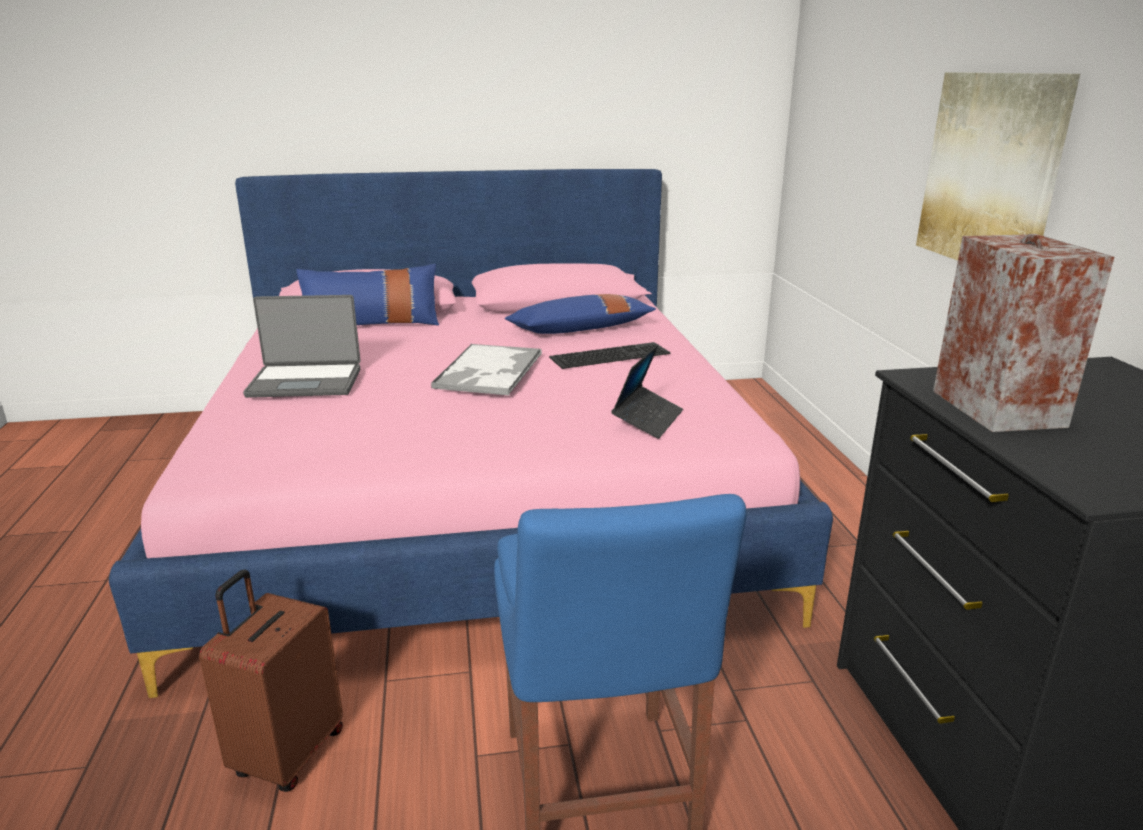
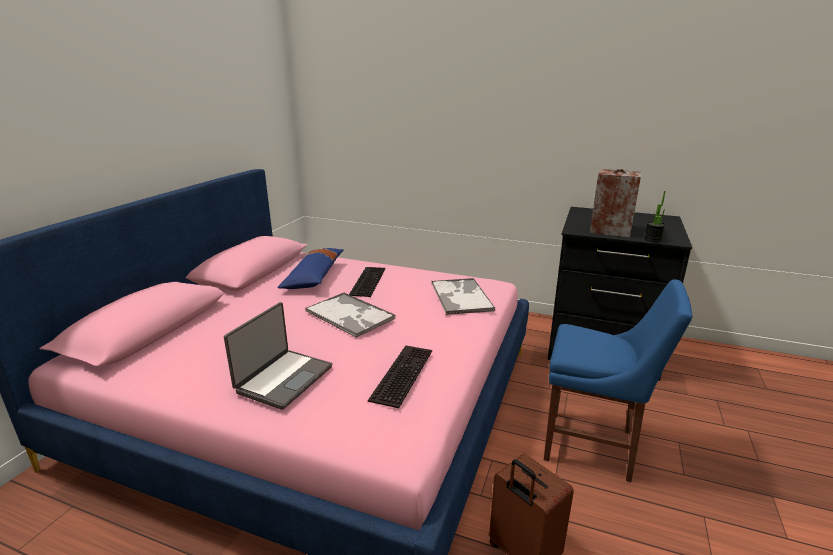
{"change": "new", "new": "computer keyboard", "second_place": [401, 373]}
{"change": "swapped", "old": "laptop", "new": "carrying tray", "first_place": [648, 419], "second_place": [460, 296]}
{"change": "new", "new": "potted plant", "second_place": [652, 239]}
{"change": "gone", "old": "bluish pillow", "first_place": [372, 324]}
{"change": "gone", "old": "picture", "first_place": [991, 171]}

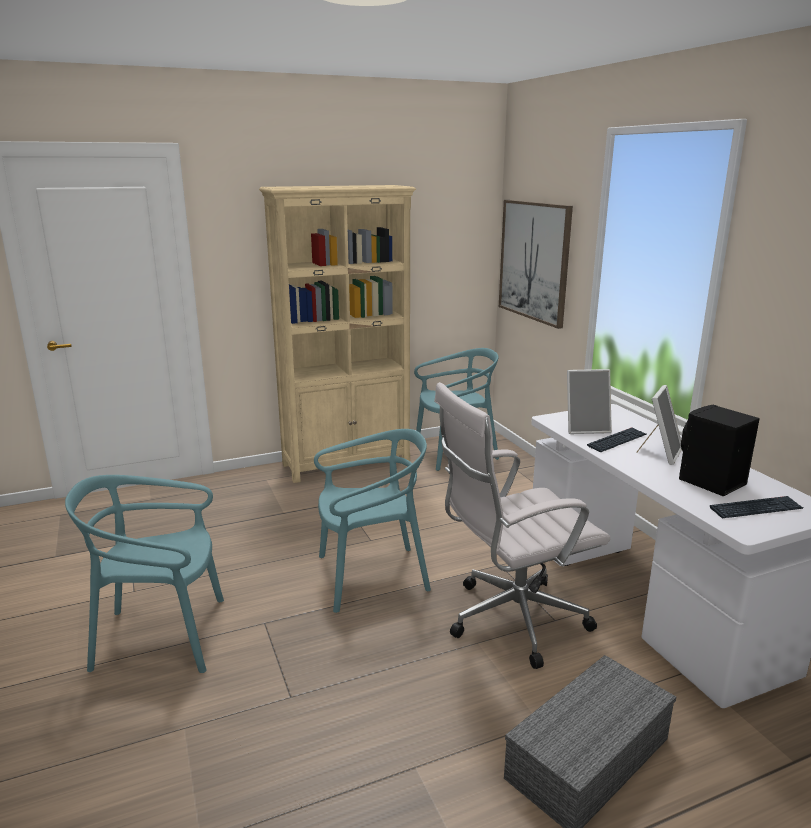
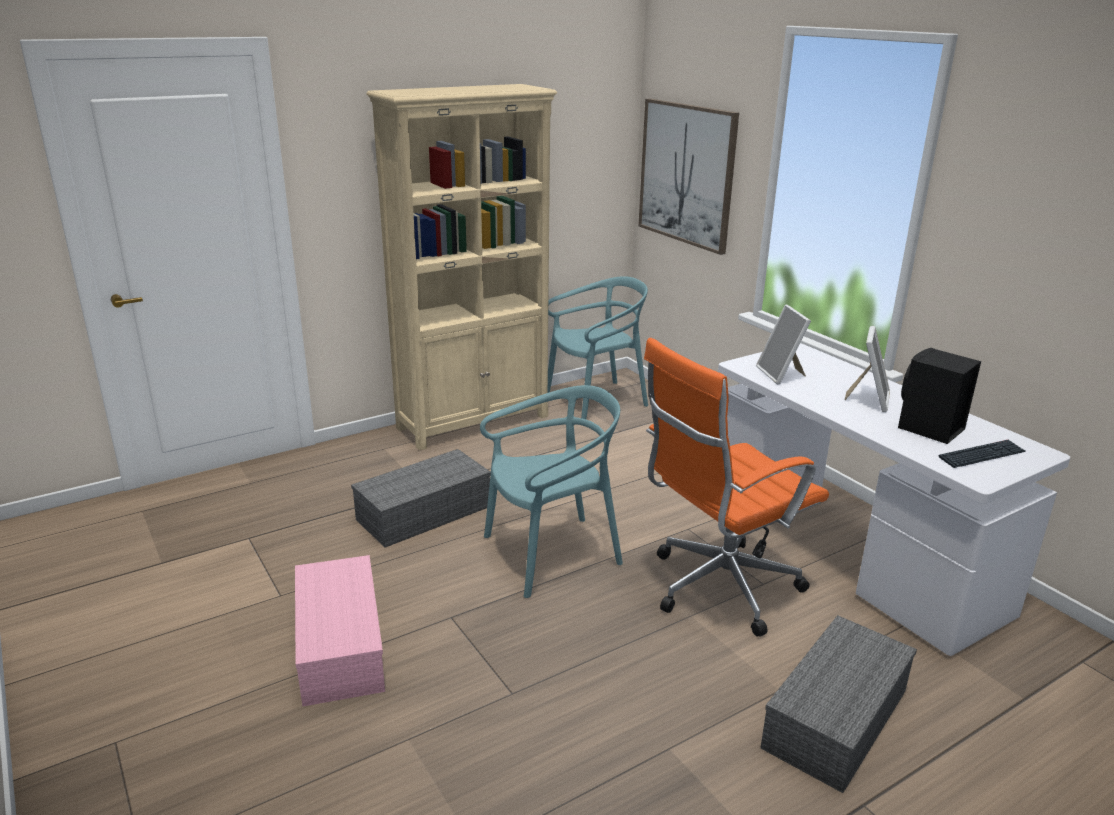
{"change": "swapped", "old": "turquoise upright chair", "new": "pinkish storage container", "first_place": [161, 637], "second_place": [338, 644]}
{"change": "new", "new": "greyish storage container", "second_place": [425, 512]}
{"change": "repainted", "old": "whitish computer chair", "new": "orangey computer chair", "first_place": [510, 620], "second_place": [718, 588]}
{"change": "rotated", "old": "picture frame", "first_place": [585, 428], "second_place": [781, 374], "degrees": 90}
{"change": "gone", "old": "computer keyboard", "first_place": [617, 441]}

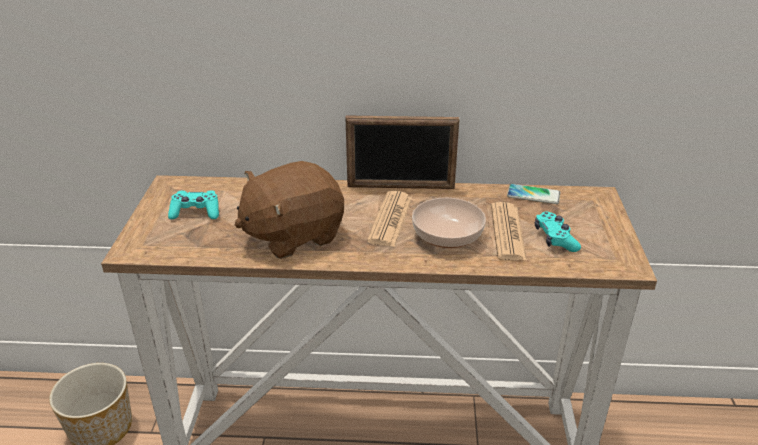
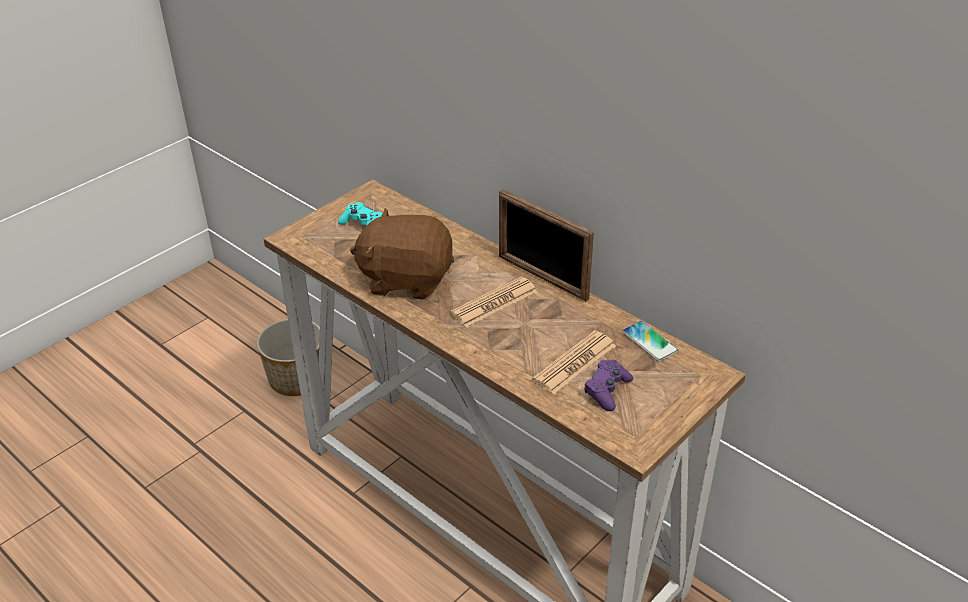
{"change": "repainted", "old": "turquoise gamepad", "new": "purplish gamepad", "first_place": [555, 239], "second_place": [607, 390]}
{"change": "gone", "old": "serving bowl", "first_place": [446, 235]}

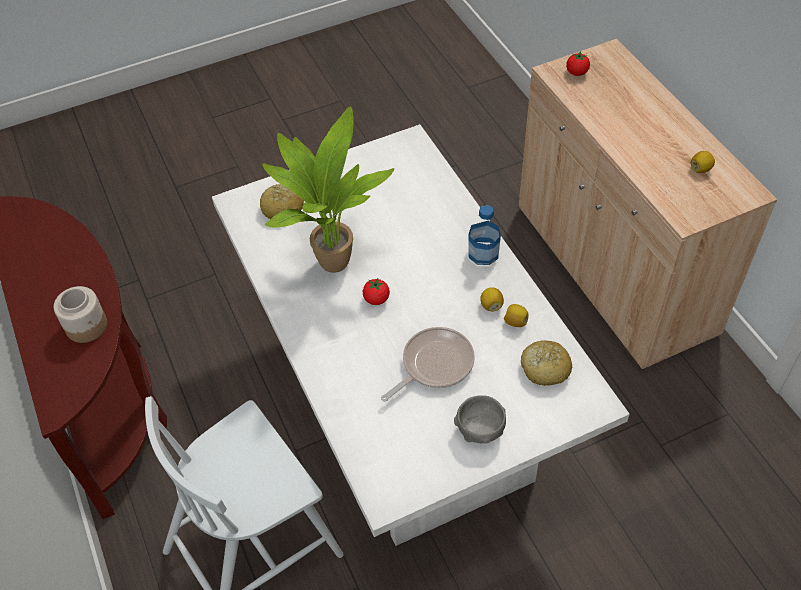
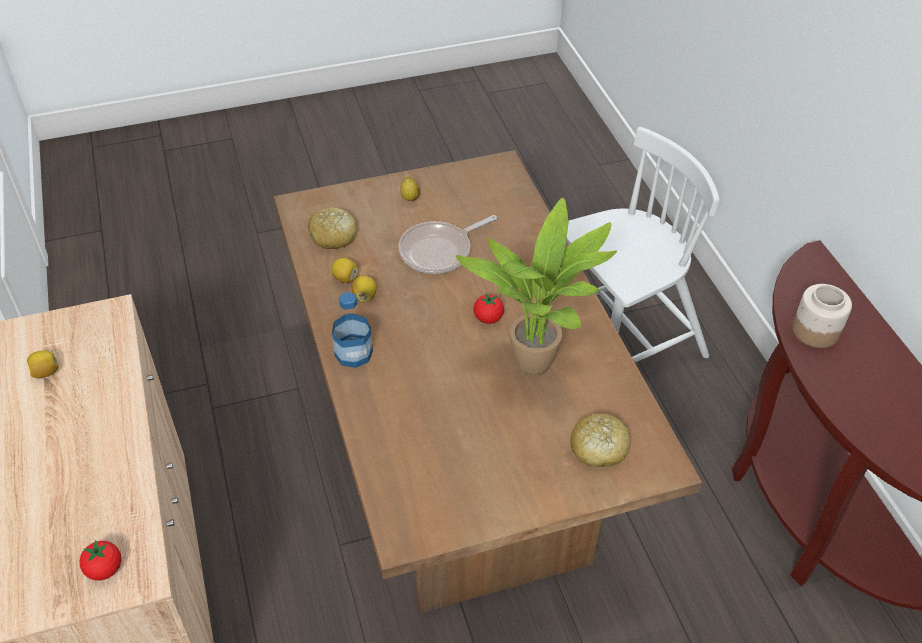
{"change": "repainted", "old": "whitish dining table", "new": "brown-coloured dining table", "first_place": [404, 403], "second_place": [461, 459]}
{"change": "swapped", "old": "greyish serving bowl", "new": "lemon", "first_place": [480, 430], "second_place": [410, 198]}

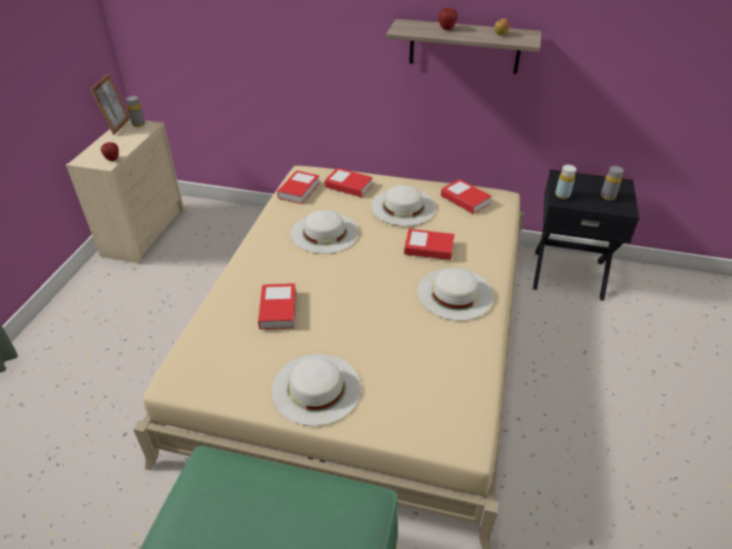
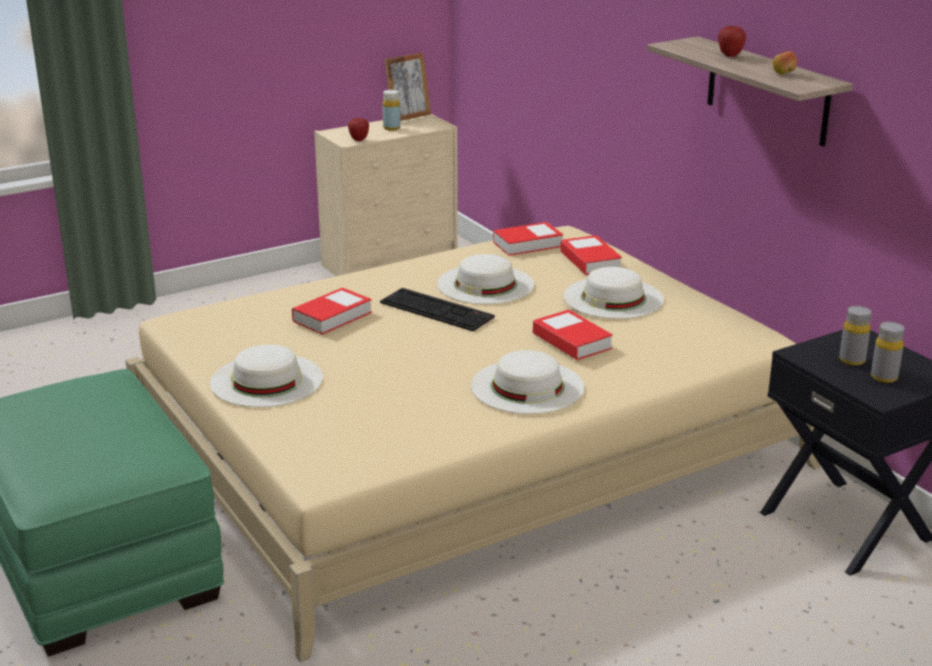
{"change": "new", "new": "computer keyboard", "second_place": [438, 310]}
{"change": "shifted", "old": "yellow-coloured bottle", "first_place": [562, 195], "second_place": [391, 128]}
{"change": "shifted", "old": "greyish bottle", "first_place": [139, 124], "second_place": [852, 360]}
{"change": "gone", "old": "bound book", "first_place": [465, 200]}

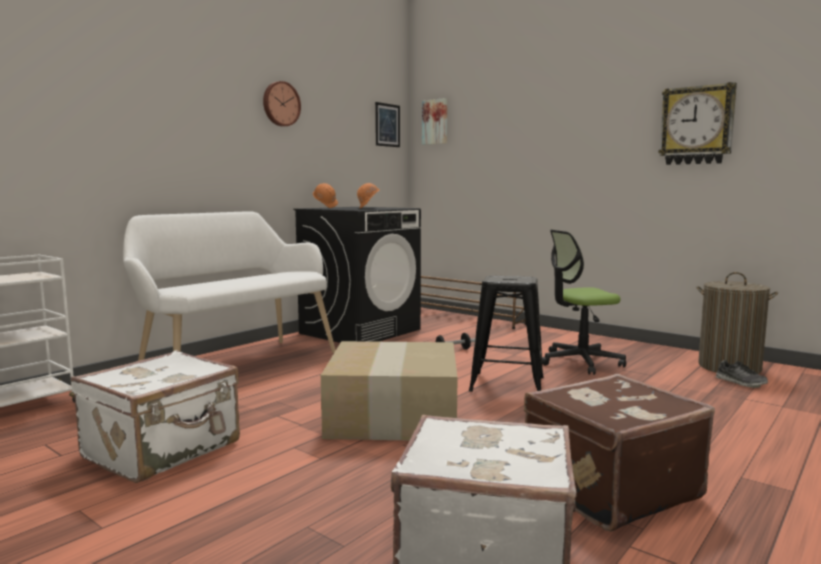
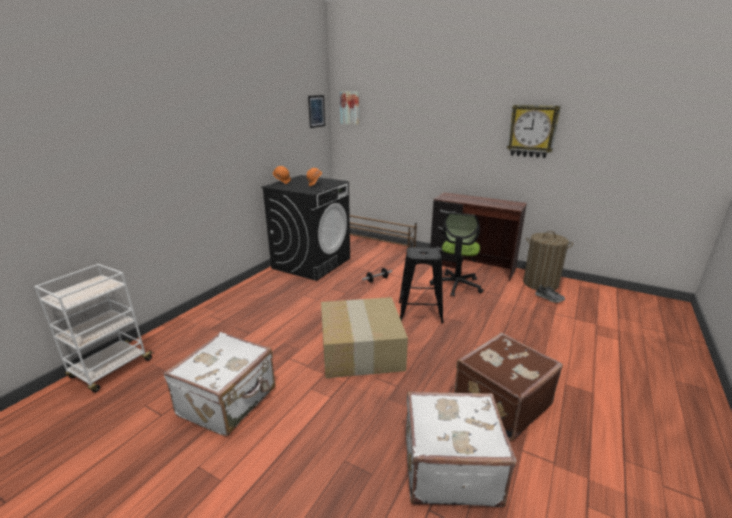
{"change": "new", "new": "brown-coloured desk", "second_place": [471, 266]}
{"change": "rotated", "old": "computer chair", "first_place": [580, 362], "second_place": [456, 285], "degrees": -45}
{"change": "gone", "old": "whitish indoor bench", "first_place": [234, 364]}
{"change": "gone", "old": "clock on the wall", "first_place": [280, 104]}

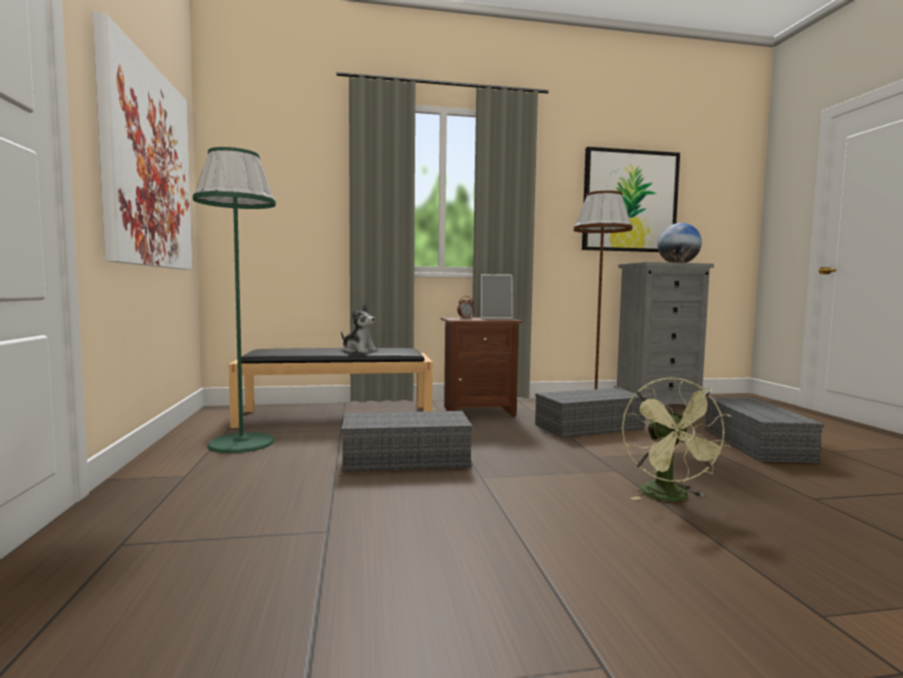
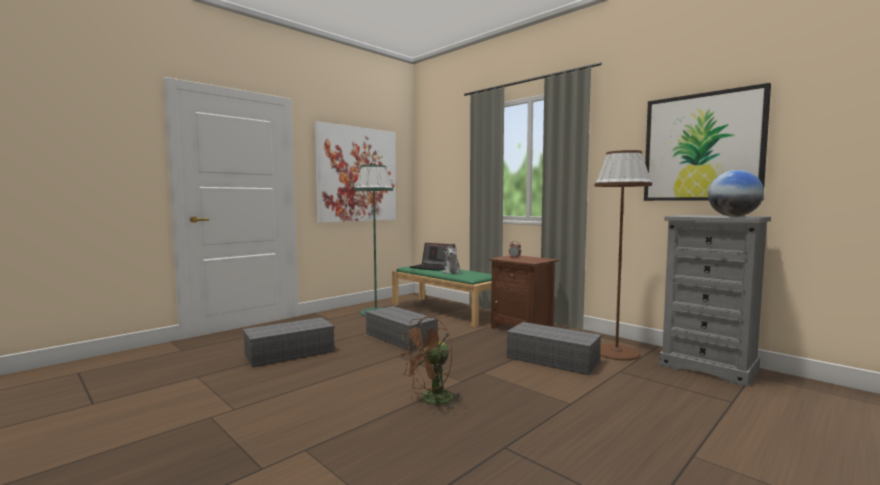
{"change": "shifted", "old": "greyish storage container", "first_place": [753, 444], "second_place": [291, 352]}
{"change": "repainted", "old": "blackish indoor bench", "new": "greenish indoor bench", "first_place": [337, 415], "second_place": [446, 311]}
{"change": "repainted", "old": "greenish cooling fan", "new": "brown-coloured cooling fan", "first_place": [670, 498], "second_place": [432, 401]}
{"change": "new", "new": "laptop", "second_place": [432, 267]}
{"change": "gone", "old": "picture frame", "first_place": [496, 318]}

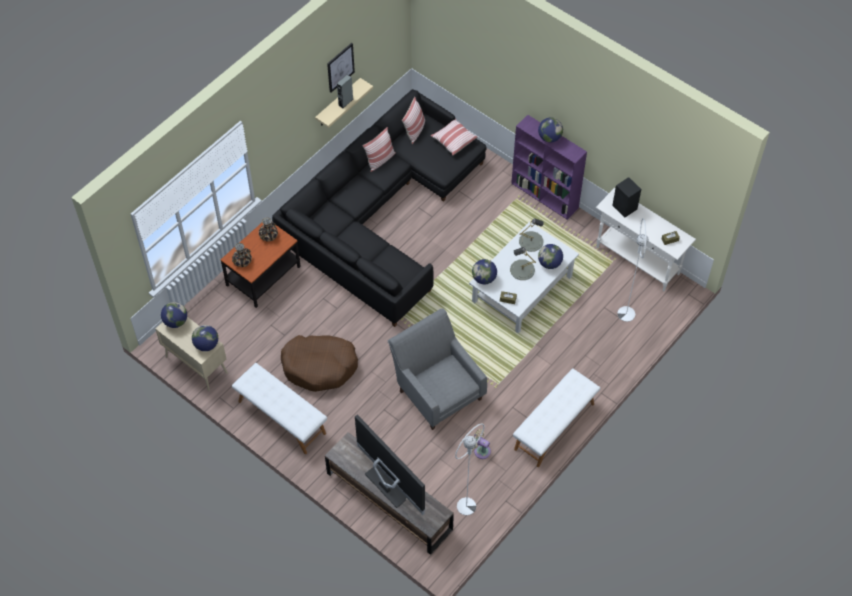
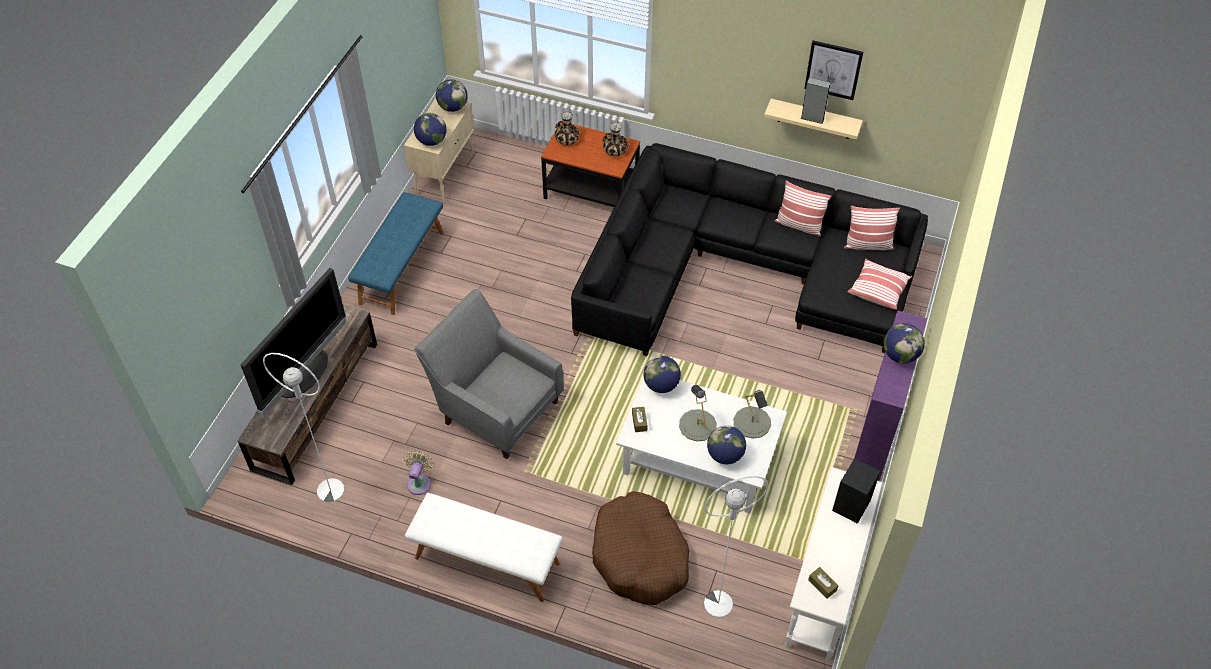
{"change": "repainted", "old": "whitish indoor bench", "new": "bluish indoor bench", "first_place": [281, 417], "second_place": [401, 267]}
{"change": "rotated", "old": "greyish armchair", "first_place": [437, 390], "second_place": [495, 408], "degrees": -90}
{"change": "shifted", "old": "brown-coloured dog cushion", "first_place": [319, 366], "second_place": [640, 556]}

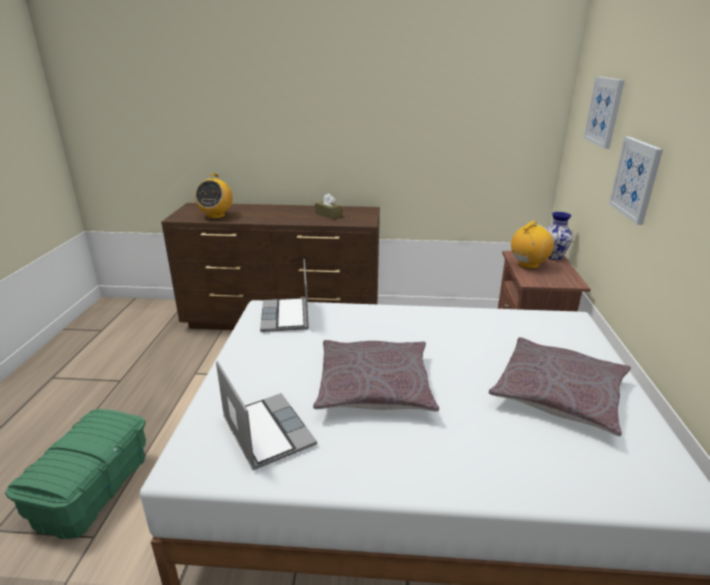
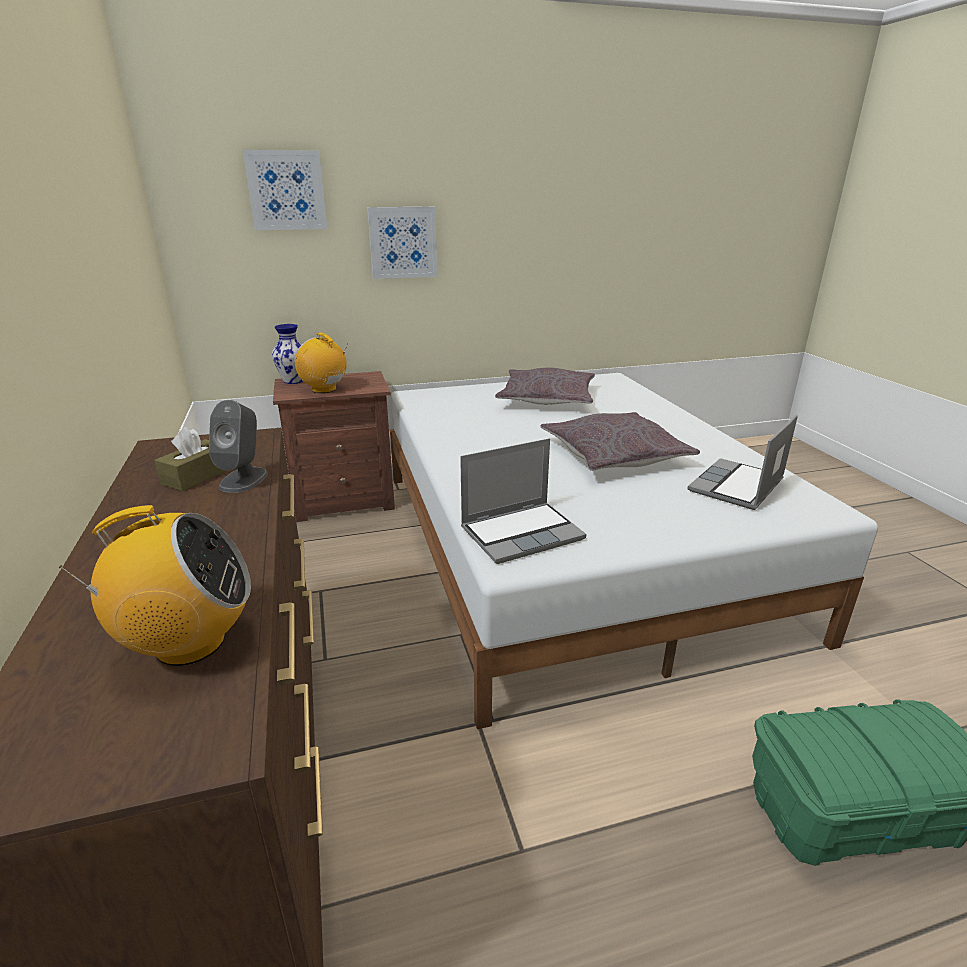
{"change": "new", "new": "greyish audio speaker", "second_place": [244, 479]}

